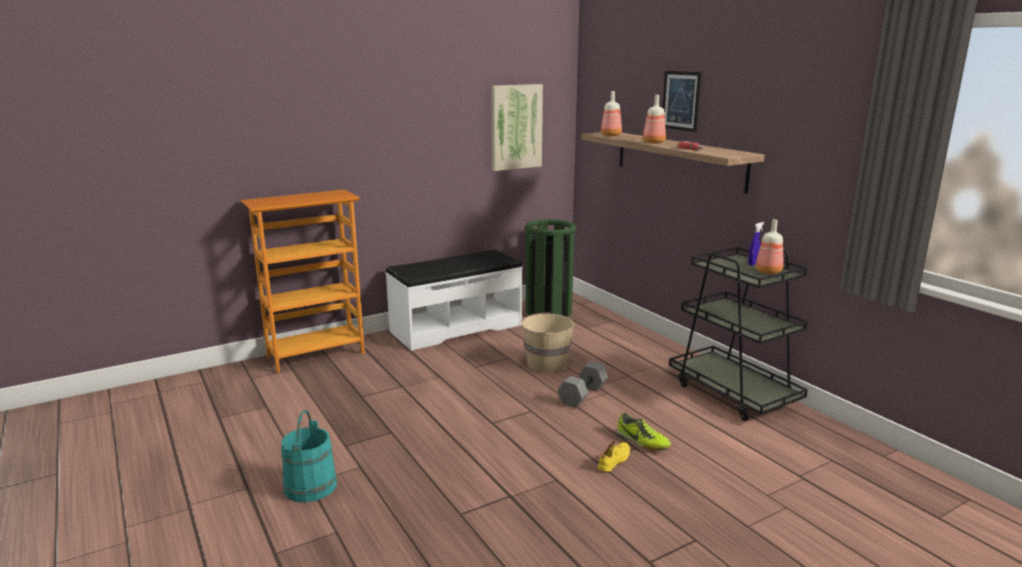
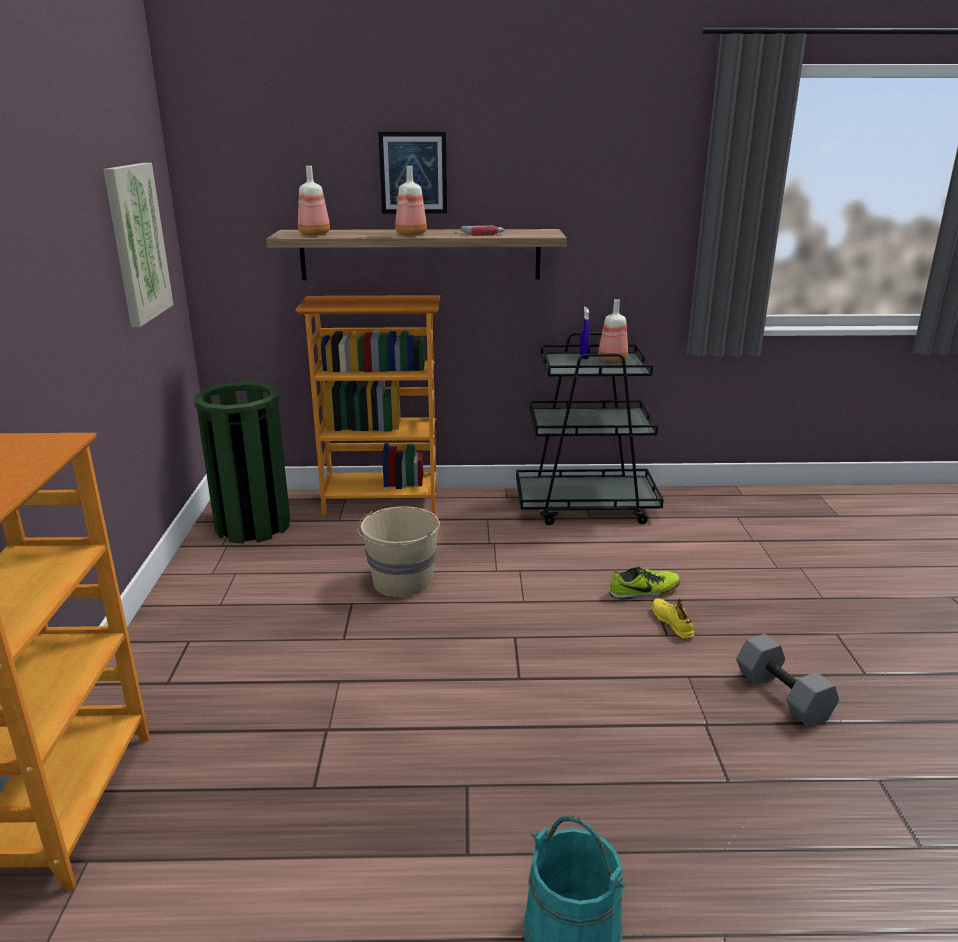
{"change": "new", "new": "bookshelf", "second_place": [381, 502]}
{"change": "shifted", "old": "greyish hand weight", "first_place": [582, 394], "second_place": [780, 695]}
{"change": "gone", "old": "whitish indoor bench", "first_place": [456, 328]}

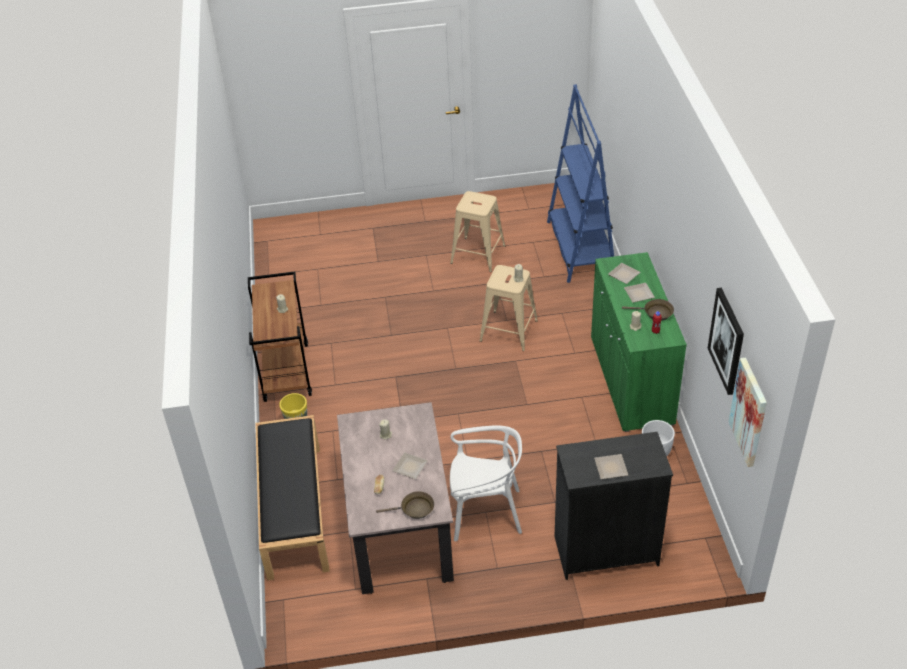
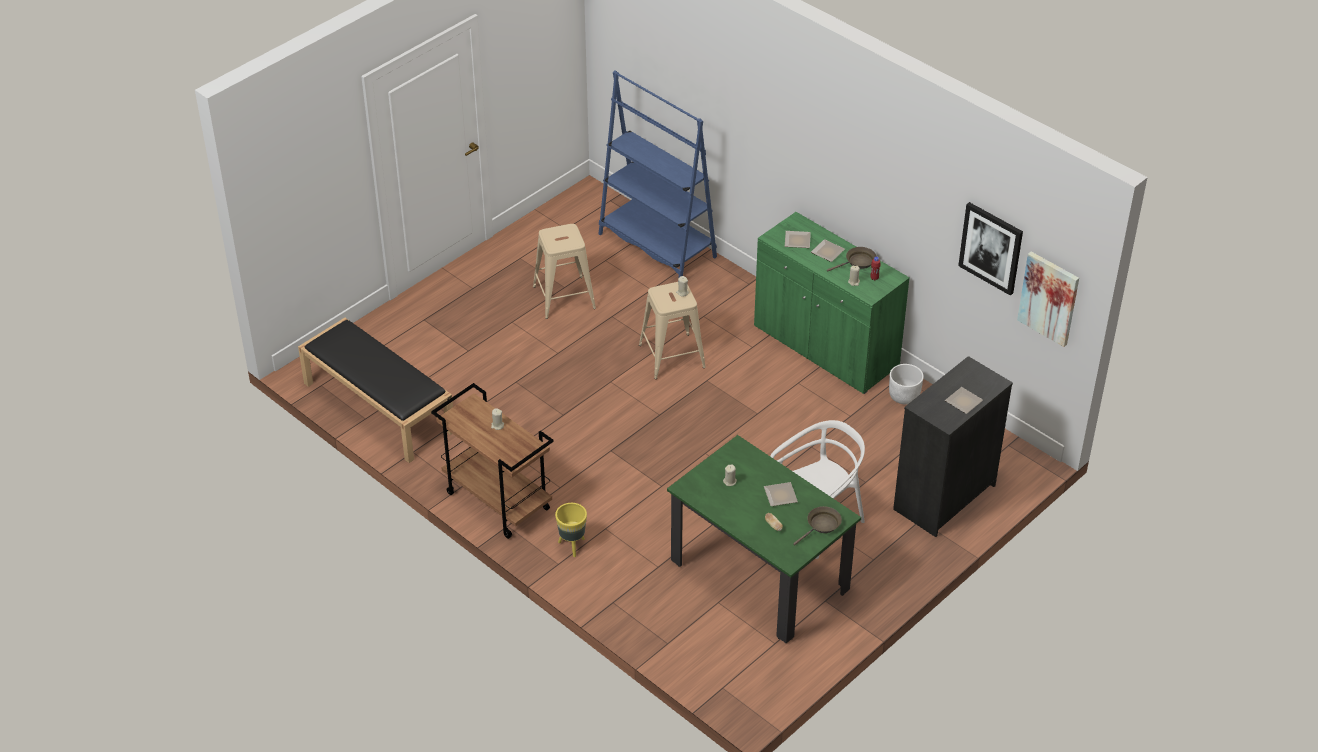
{"change": "shifted", "old": "blackish indoor bench", "first_place": [293, 509], "second_place": [377, 407]}
{"change": "repainted", "old": "sand-coloured dining table", "new": "greenish dining table", "first_place": [400, 528], "second_place": [759, 575]}

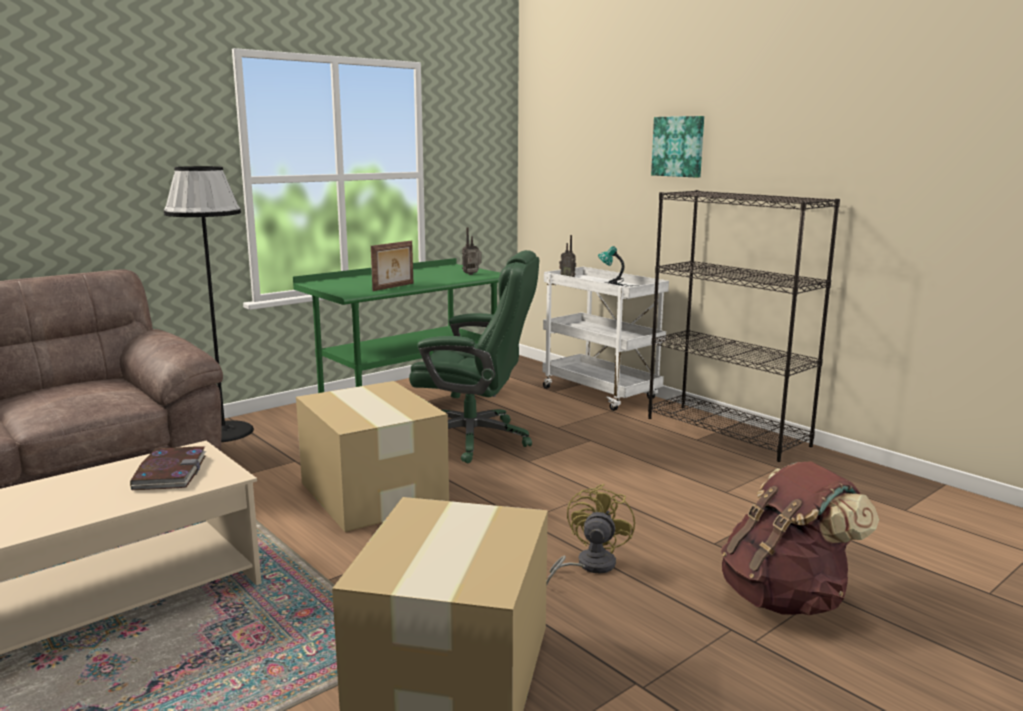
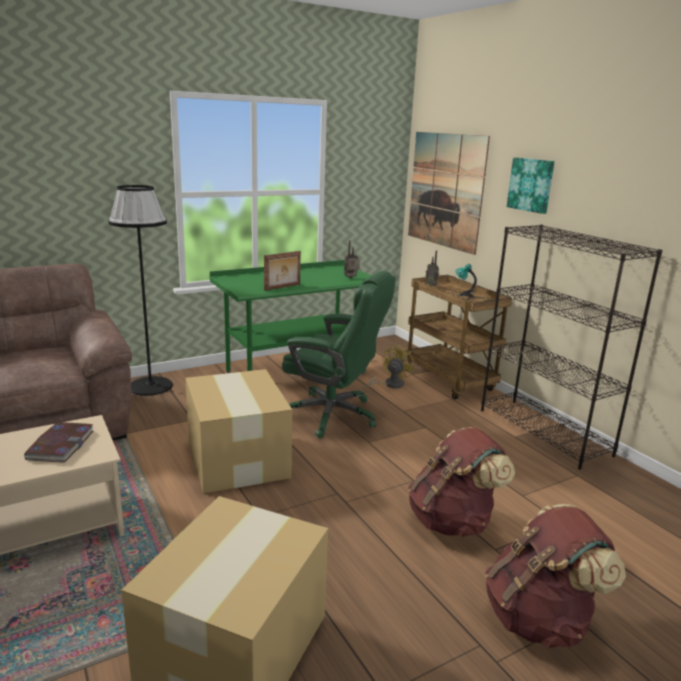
{"change": "shifted", "old": "yellow-coloured cooling fan", "first_place": [588, 566], "second_place": [390, 385]}
{"change": "repainted", "old": "whitish cart", "new": "brown-coloured cart", "first_place": [601, 394], "second_place": [450, 381]}
{"change": "new", "new": "picture", "second_place": [445, 190]}
{"change": "new", "new": "brown-coloured rucksack", "second_place": [452, 521]}

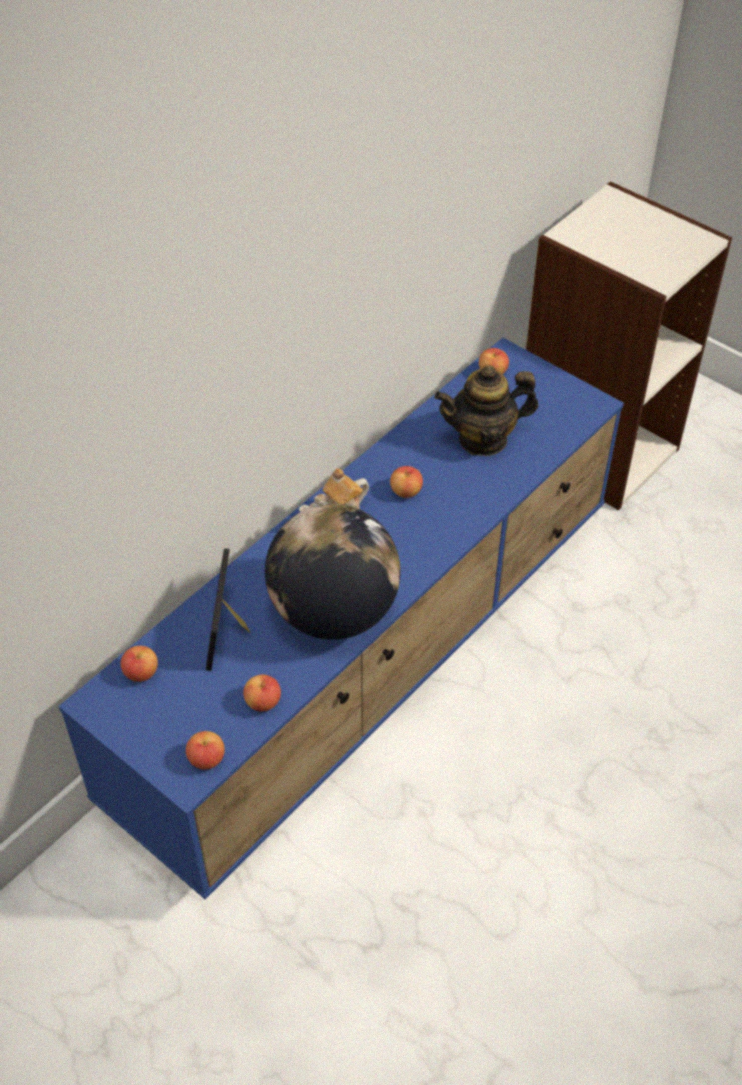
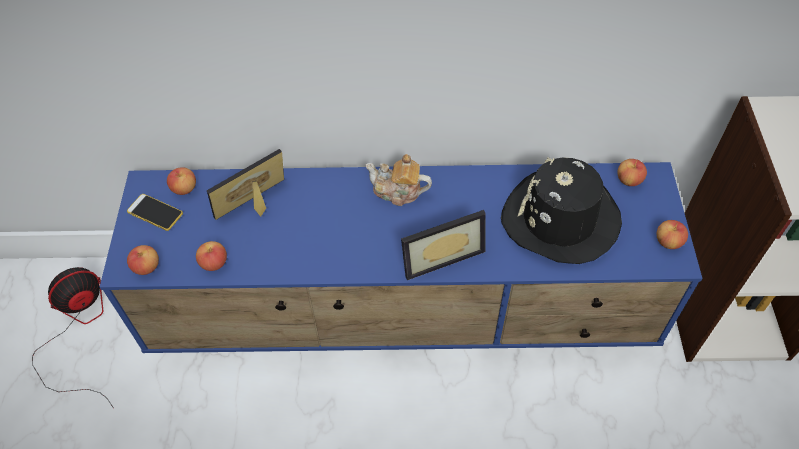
{"change": "new", "new": "cooling fan", "second_place": [79, 330]}
{"change": "new", "new": "telephone", "second_place": [155, 212]}
{"change": "new", "new": "picture frame", "second_place": [440, 253]}
{"change": "swapped", "old": "tea pot", "new": "blackish wearable hat", "first_place": [483, 439], "second_place": [560, 219]}
{"change": "shifted", "old": "apple fruit", "first_place": [406, 491], "second_place": [668, 242]}
{"change": "gone", "old": "globe", "first_place": [334, 612]}

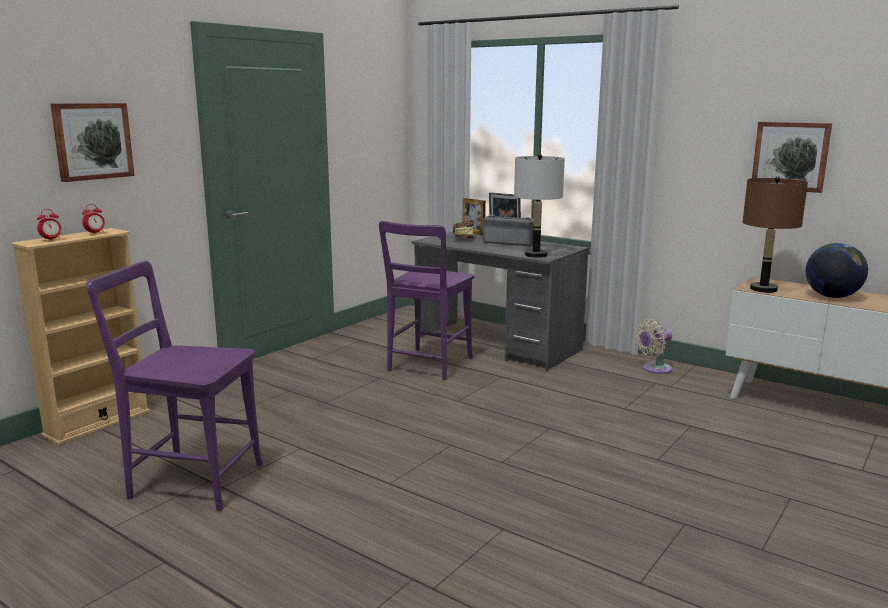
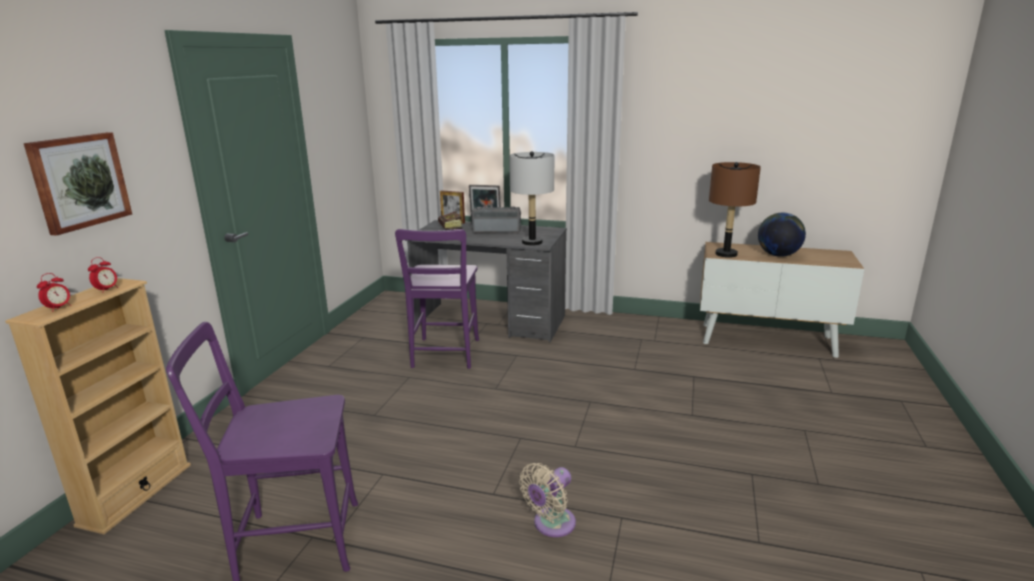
{"change": "shifted", "old": "sand-coloured cooling fan", "first_place": [654, 369], "second_place": [551, 524]}
{"change": "gone", "old": "picture", "first_place": [790, 156]}

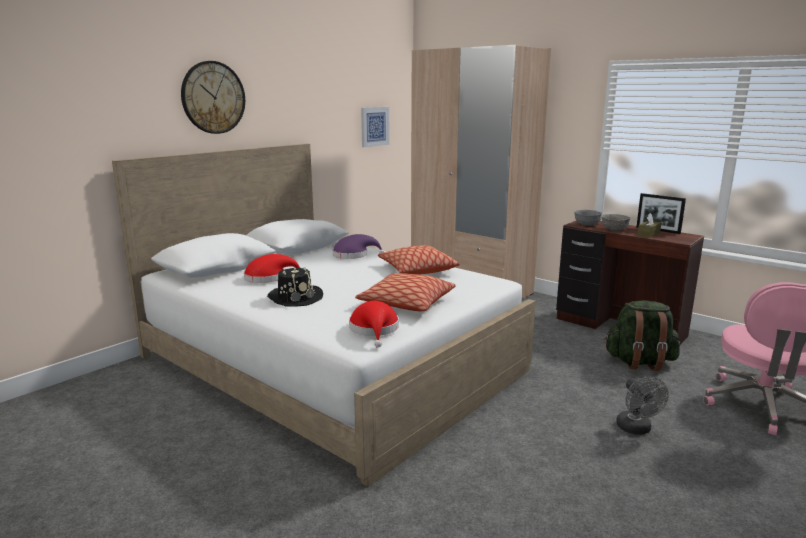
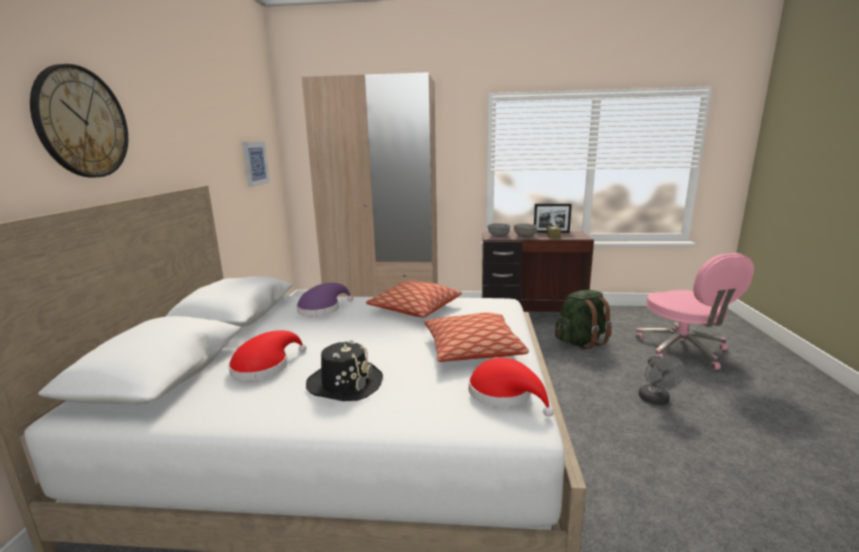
{"change": "rotated", "old": "greyish cooling fan", "first_place": [636, 429], "second_place": [656, 400], "degrees": 45}

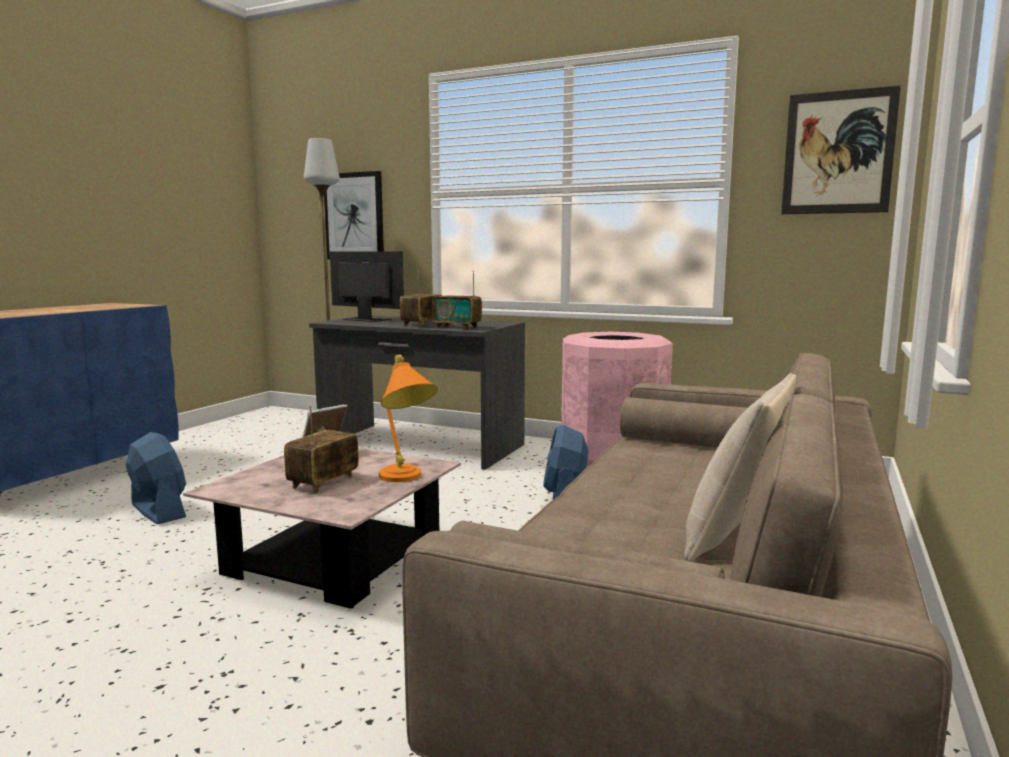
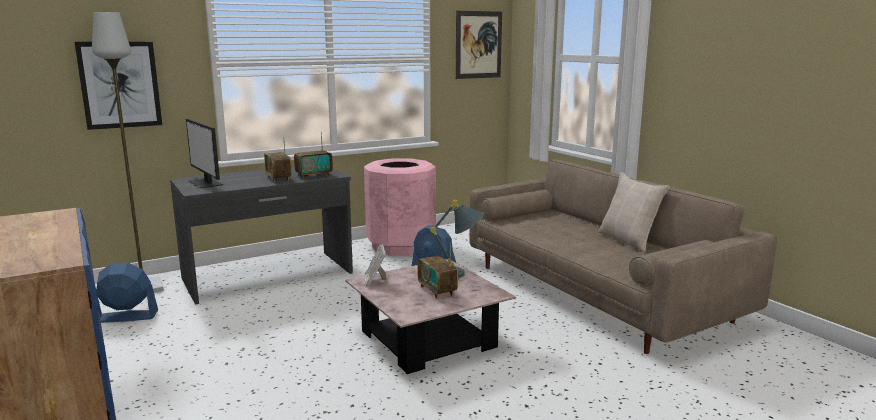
{"change": "shifted", "old": "bluish cooling fan", "first_place": [158, 510], "second_place": [126, 317]}
{"change": "rotated", "old": "computer screen", "first_place": [366, 319], "second_place": [206, 183], "degrees": -105}
{"change": "repainted", "old": "orangey lamp for a table", "new": "greyish lamp for a table", "first_place": [406, 480], "second_place": [461, 274]}

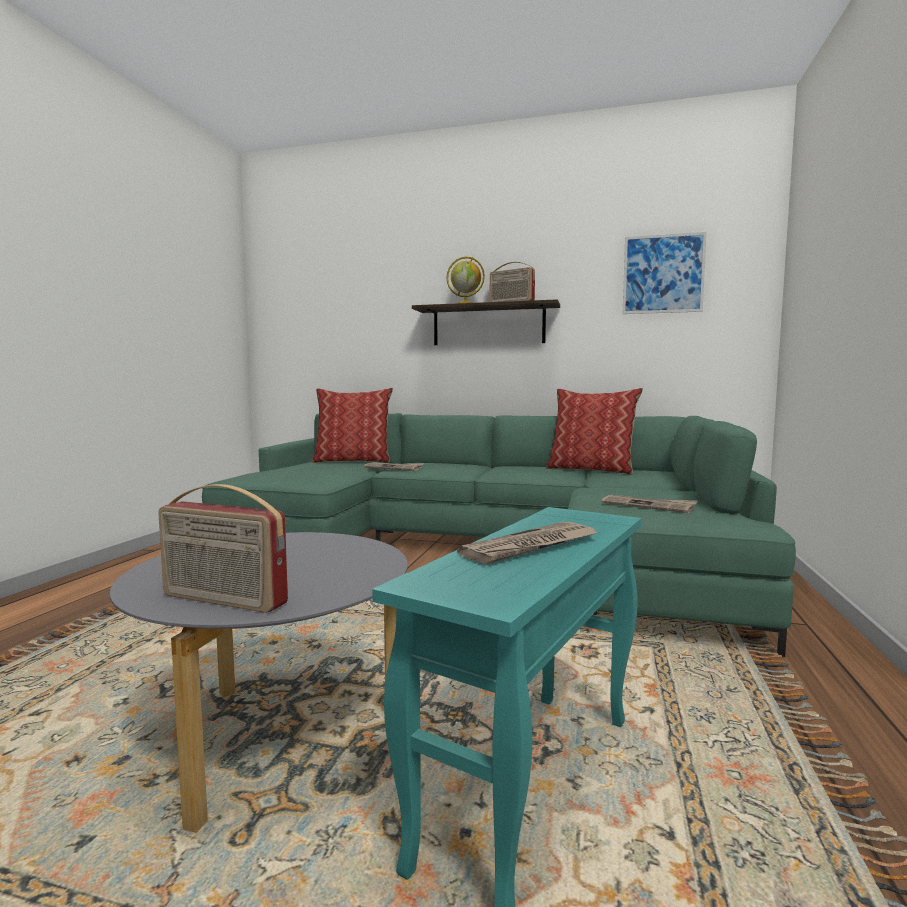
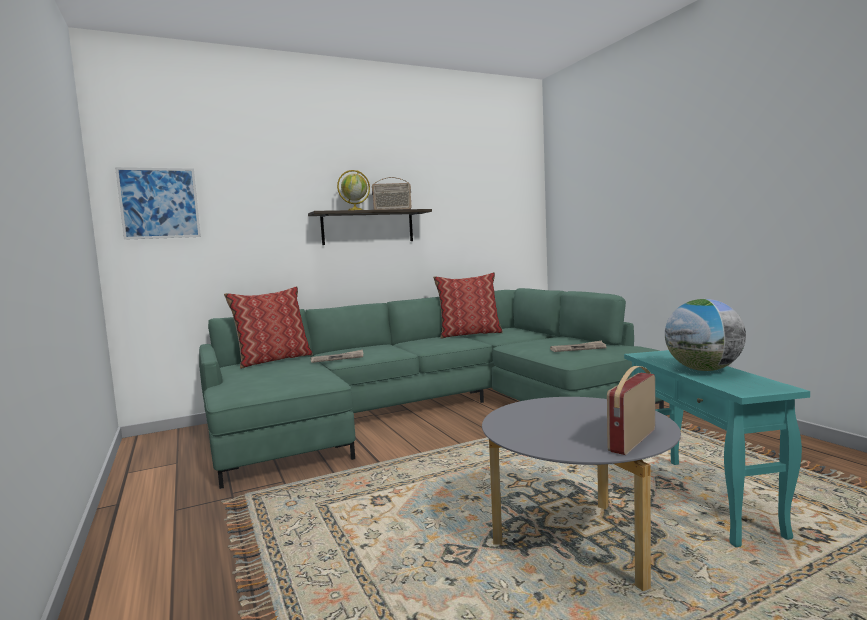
{"change": "shifted", "old": "picture", "first_place": [663, 274], "second_place": [159, 203]}
{"change": "rotated", "old": "radio set", "first_place": [222, 600], "second_place": [631, 440], "degrees": 150}
{"change": "swapped", "old": "newspaper", "new": "globe", "first_place": [531, 547], "second_place": [703, 370]}

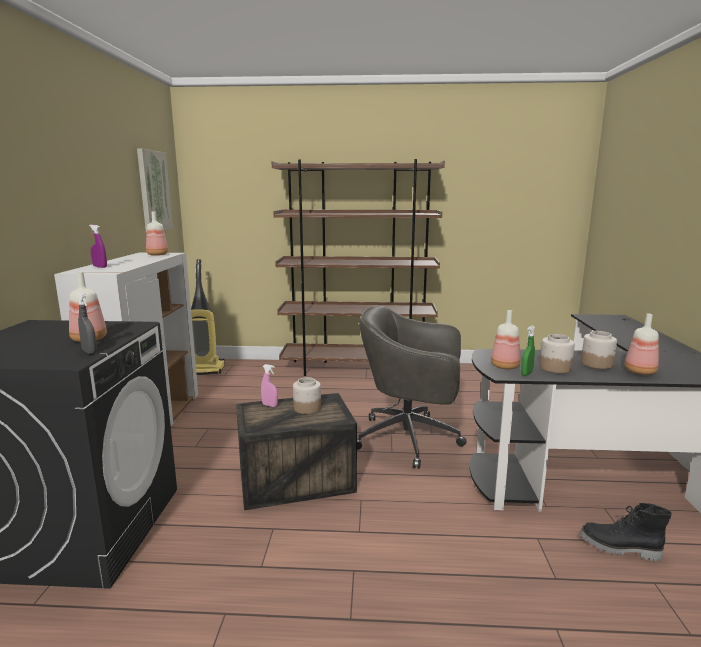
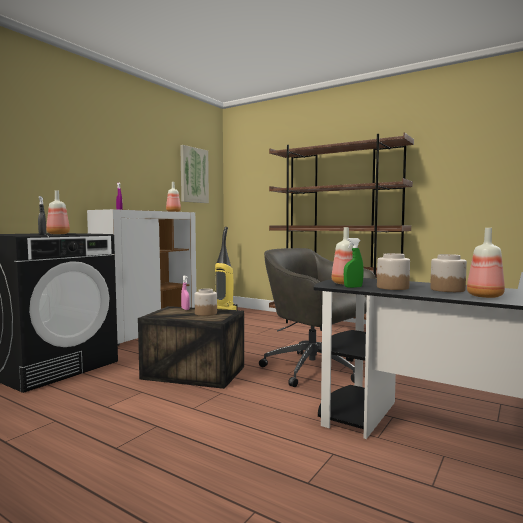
{"change": "gone", "old": "blackish high-top boot", "first_place": [619, 548]}

